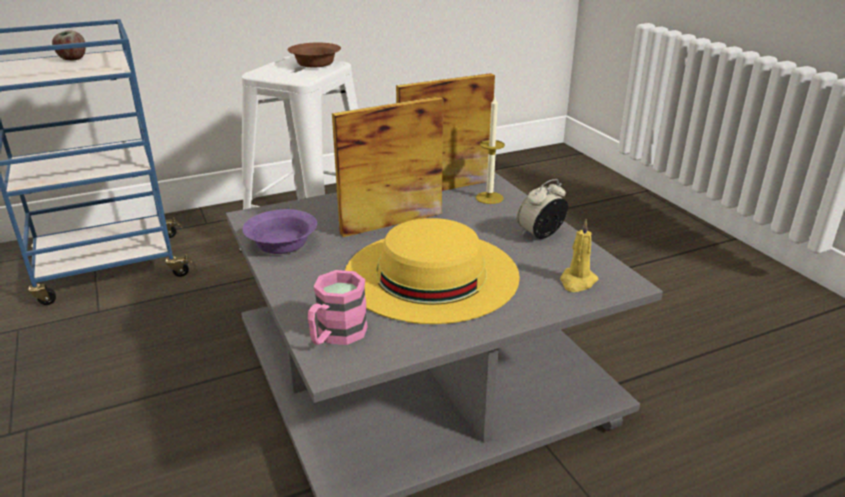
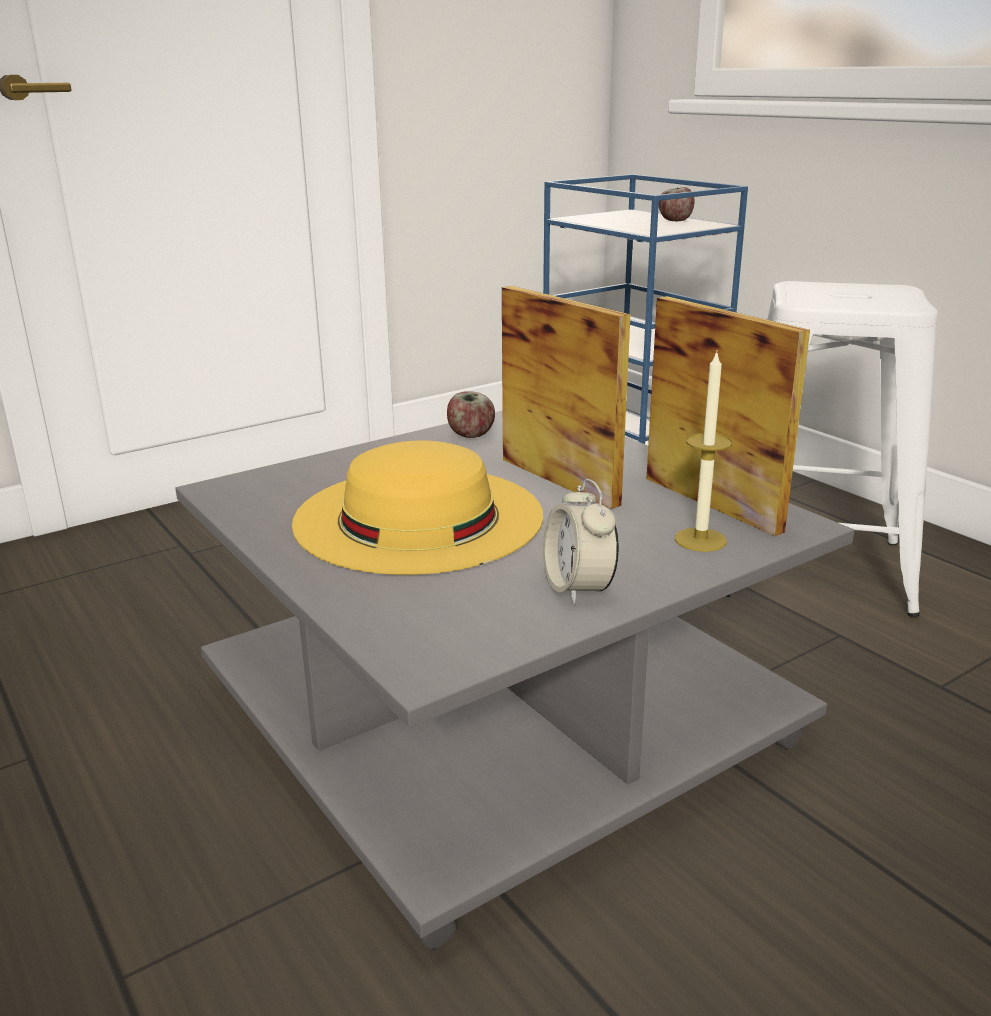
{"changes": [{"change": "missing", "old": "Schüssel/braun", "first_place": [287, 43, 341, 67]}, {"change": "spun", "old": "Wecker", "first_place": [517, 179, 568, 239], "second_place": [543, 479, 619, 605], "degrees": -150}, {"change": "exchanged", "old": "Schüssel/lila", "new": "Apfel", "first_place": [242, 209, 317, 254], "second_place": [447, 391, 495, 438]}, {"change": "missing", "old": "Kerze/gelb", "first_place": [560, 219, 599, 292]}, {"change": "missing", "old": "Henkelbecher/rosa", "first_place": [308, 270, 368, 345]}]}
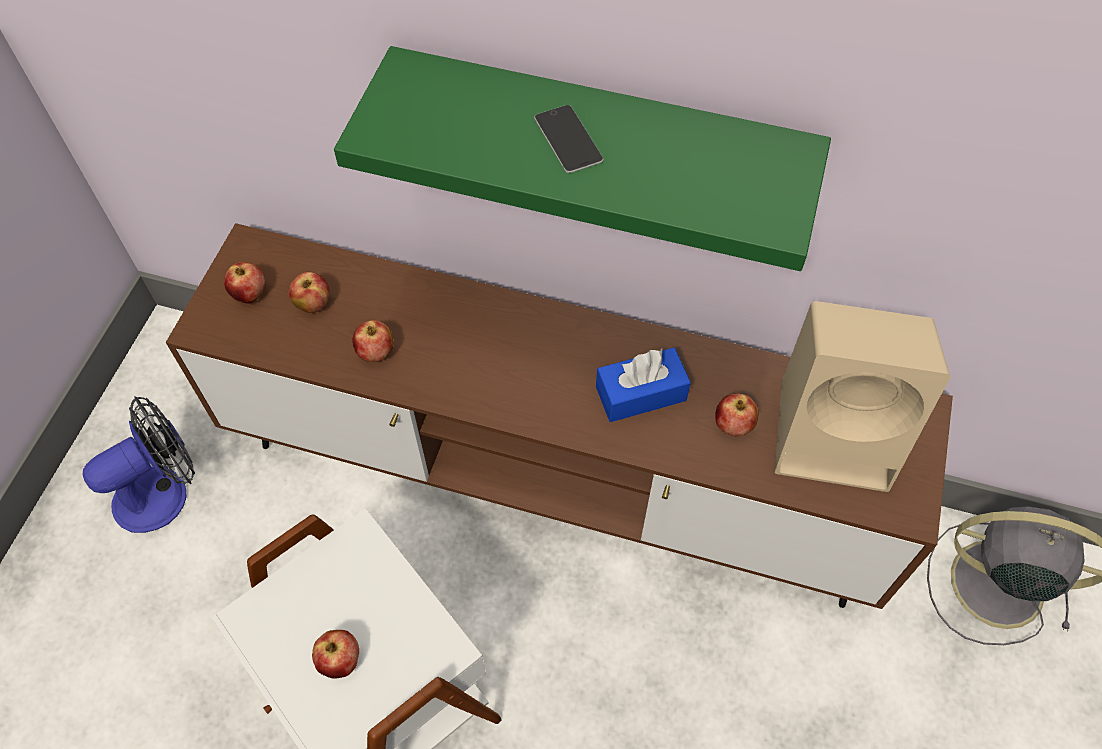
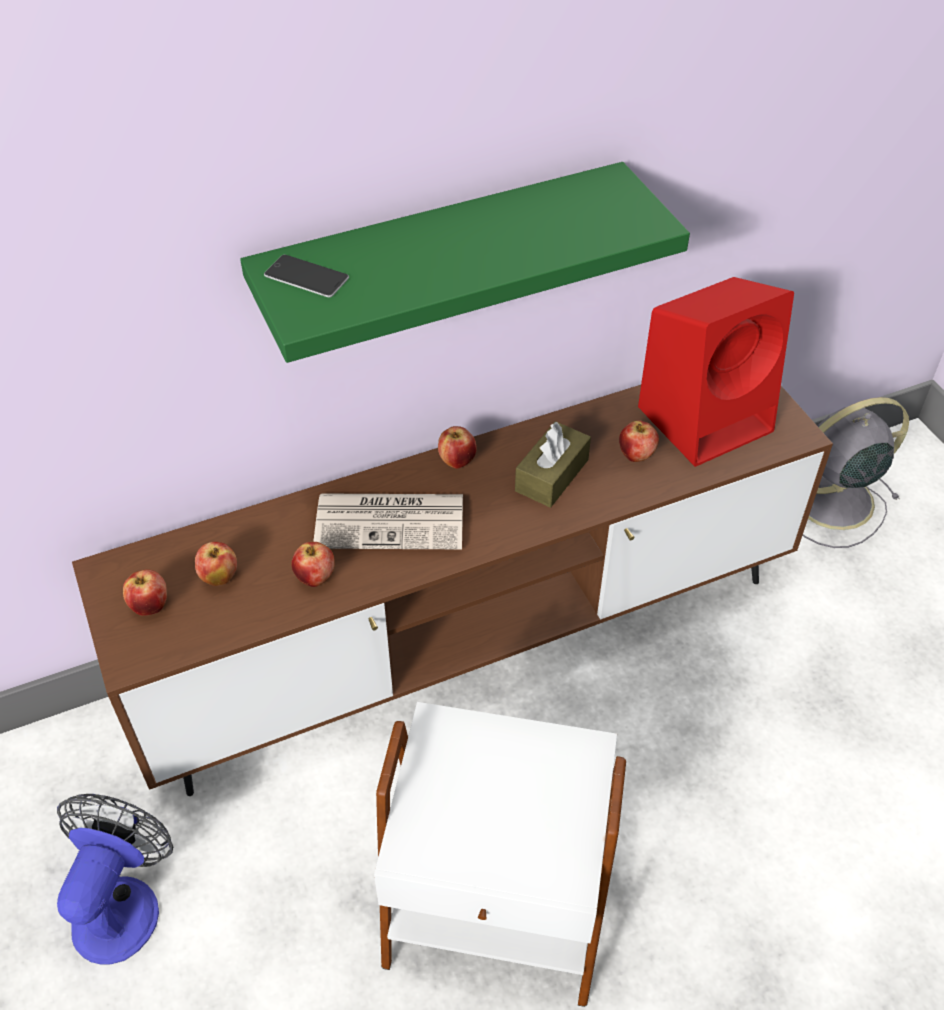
{"changes": [{"change": "relocated", "old": "Handy", "first_place": [534, 105, 604, 173], "second_place": [264, 255, 349, 297]}, {"change": "colour", "old": "Lautsprecher/beige", "new": "Lautsprecher/rot", "first_place": [775, 301, 950, 492], "second_place": [638, 277, 794, 467]}, {"change": "colour", "old": "Taschentuchbox/blau", "new": "Taschentuchbox/braun", "first_place": [596, 347, 691, 422], "second_place": [515, 421, 591, 508]}, {"change": "relocated", "old": "Apfel", "first_place": [312, 630, 359, 679], "second_place": [438, 426, 476, 469]}, {"change": "appeared", "new": "Zeitung", "second_place": [313, 494, 463, 549]}]}
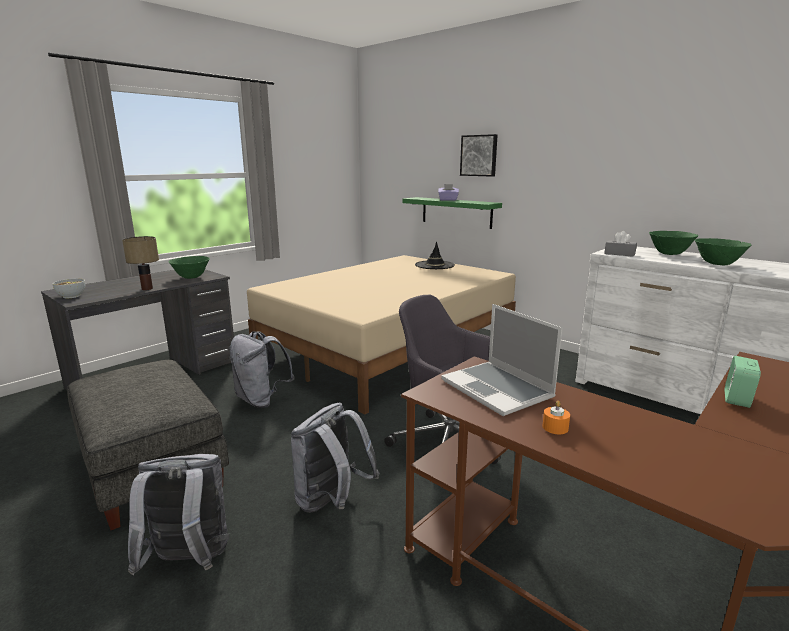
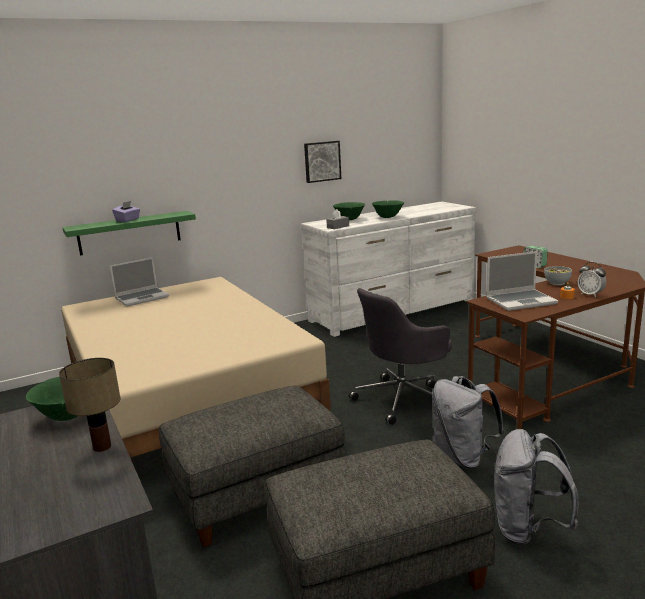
{"changes": [{"change": "relocated", "old": "Bild", "first_place": [460, 134, 498, 177], "second_place": [304, 141, 341, 183]}, {"change": "exchanged", "old": "Hut/schwarz", "new": "Laptop", "first_place": [415, 241, 455, 269], "second_place": [110, 257, 169, 307]}, {"change": "relocated", "old": "Schüssel", "first_place": [53, 279, 85, 298], "second_place": [544, 266, 572, 285]}, {"change": "exchanged", "old": "Rucksack/grau", "new": "Polsterhocker/grau", "first_place": [229, 331, 294, 408], "second_place": [159, 386, 347, 547]}, {"change": "appeared", "new": "Wecker", "second_place": [578, 262, 606, 297]}]}
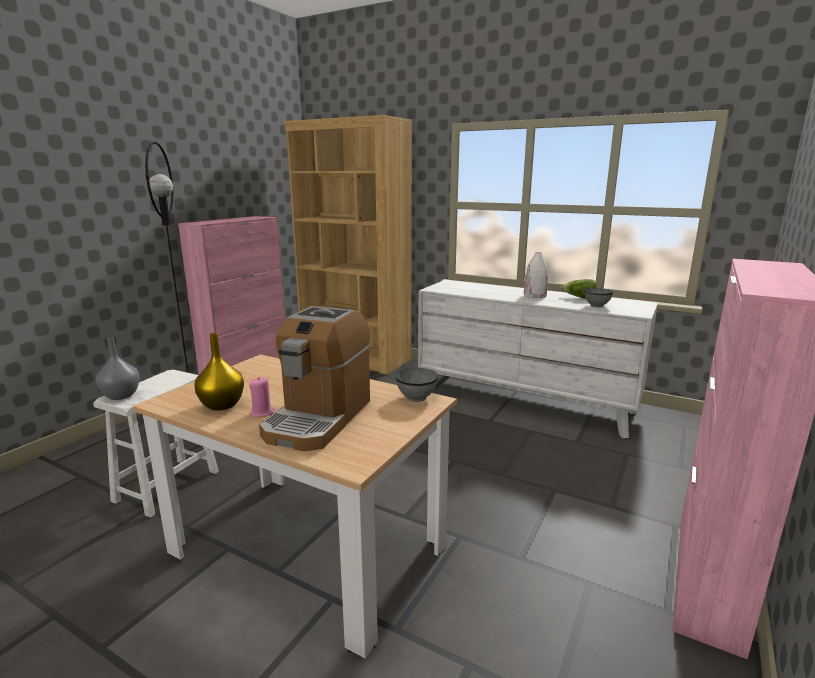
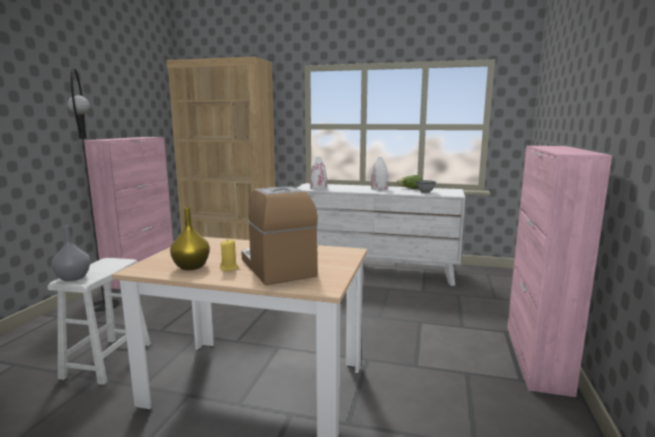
{"changes": [{"change": "spun", "old": "Kaffeemaschine", "first_place": [259, 306, 370, 452], "second_place": [241, 186, 318, 285], "degrees": 150}, {"change": "missing", "old": "Schüssel/grau", "first_place": [396, 368, 438, 402]}, {"change": "colour", "old": "Kerze/rosa", "new": "Kerze/gelb", "first_place": [249, 377, 275, 417], "second_place": [220, 239, 239, 271]}, {"change": "appeared", "new": "Vase/weiß", "second_place": [310, 157, 327, 190]}]}
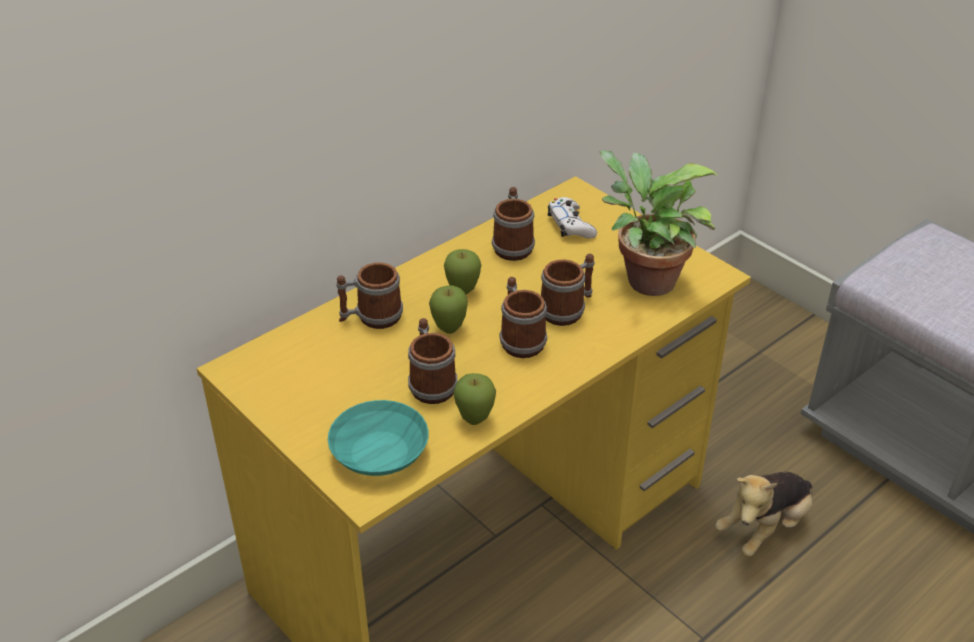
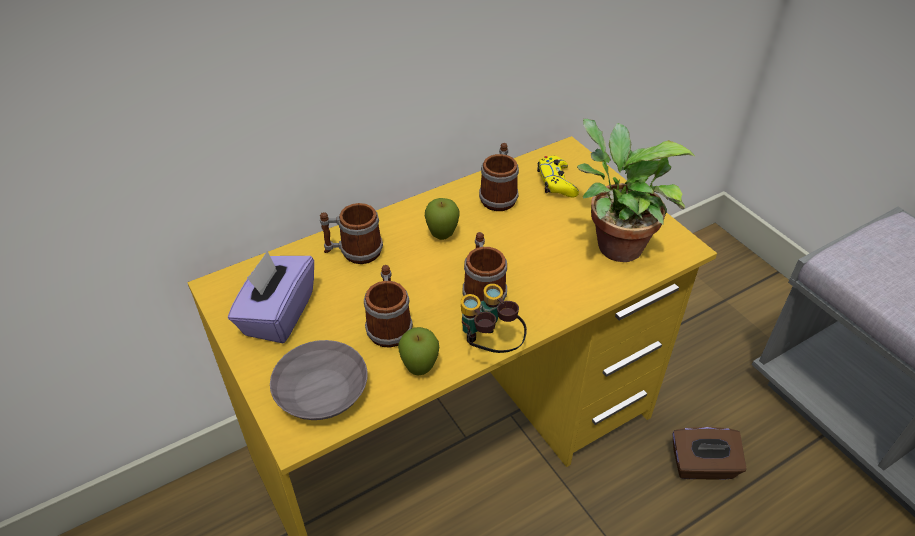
{"changes": [{"change": "colour", "old": "Gamepad/weiß", "new": "Gamepad/gelb", "first_place": [548, 197, 597, 239], "second_place": [537, 156, 579, 197]}, {"change": "missing", "old": "Henkelbecher", "first_place": [541, 254, 595, 326]}, {"change": "missing", "old": "Apfel", "first_place": [429, 285, 468, 334]}, {"change": "colour", "old": "Schüssel/türkis", "new": "Schüssel/grau", "first_place": [328, 400, 429, 476], "second_place": [270, 340, 368, 420]}, {"change": "exchanged", "old": "Plüschtier", "new": "Taschentuchbox/braun", "first_place": [716, 472, 813, 557], "second_place": [673, 427, 747, 480]}, {"change": "appeared", "new": "Taschentuchbox/lila", "second_place": [228, 251, 314, 343]}, {"change": "appeared", "new": "Fernglas", "second_place": [461, 284, 527, 353]}]}
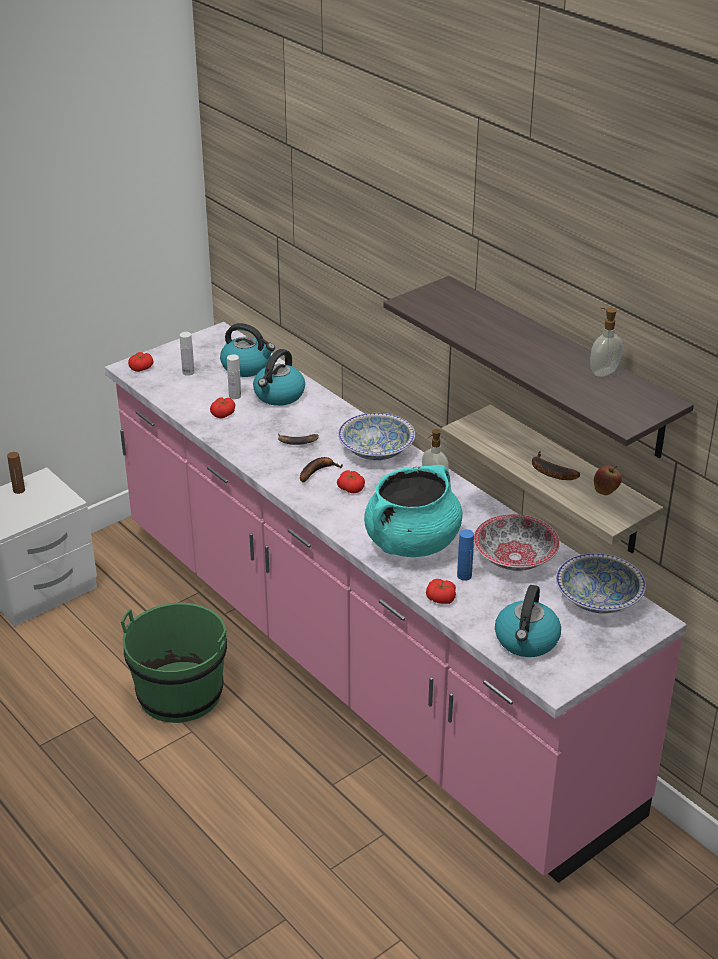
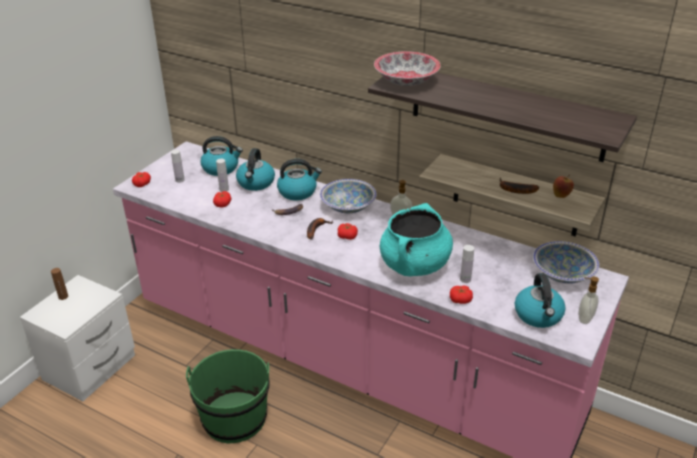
{"changes": [{"change": "relocated", "old": "Seifenspender", "first_place": [590, 307, 623, 377], "second_place": [578, 277, 599, 324]}, {"change": "relocated", "old": "Schüssel", "first_place": [474, 514, 560, 571], "second_place": [374, 51, 441, 86]}, {"change": "colour", "old": "Flasche/blau", "new": "Flasche/weiß", "first_place": [457, 529, 474, 581], "second_place": [460, 245, 474, 283]}, {"change": "appeared", "new": "Wasserkessel", "second_place": [277, 159, 322, 200]}]}
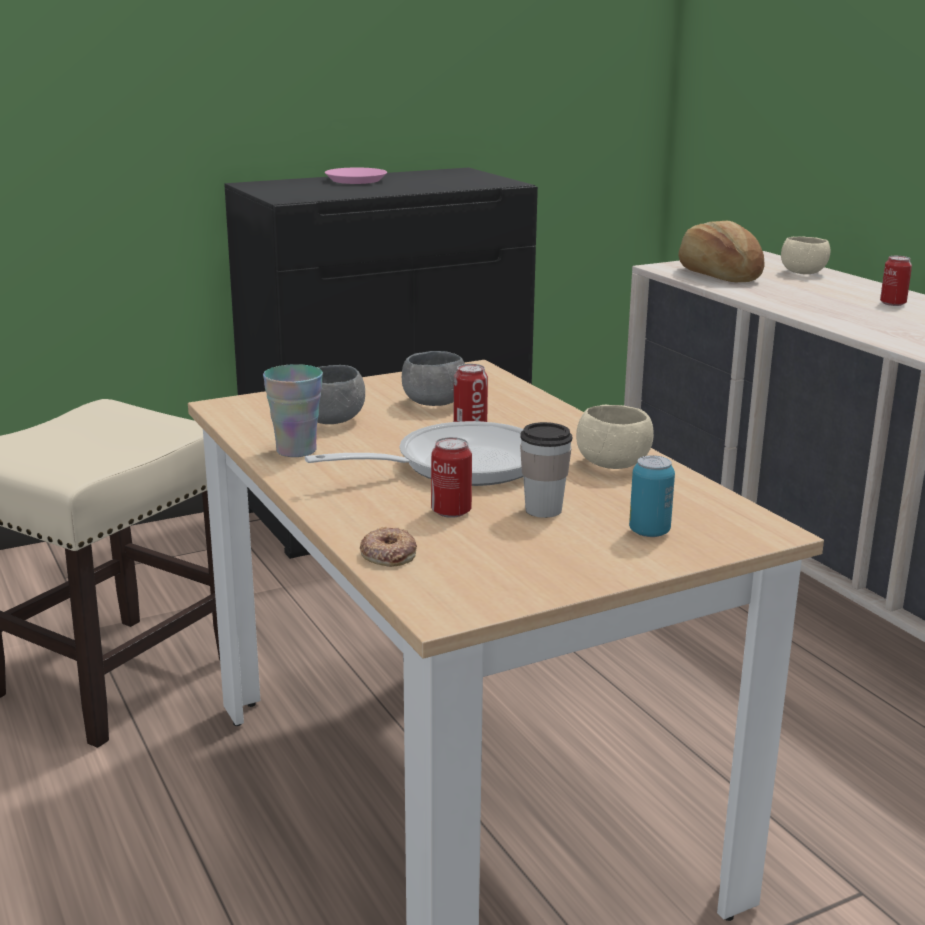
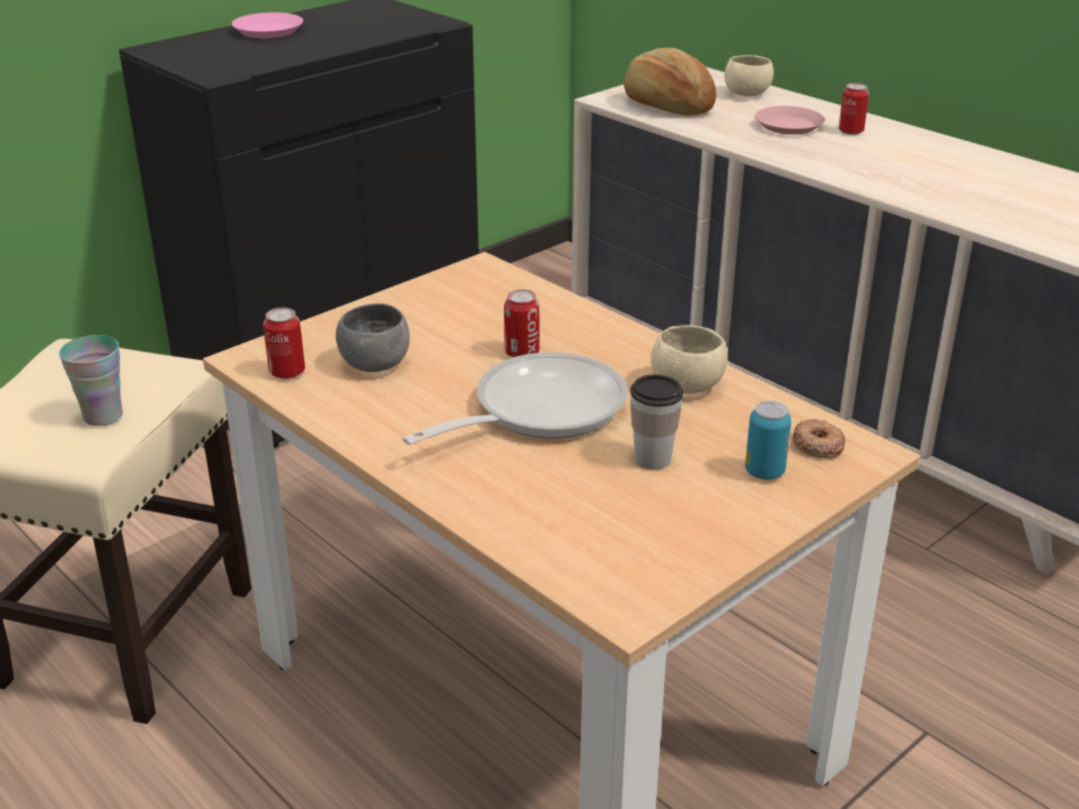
{"changes": [{"change": "missing", "old": "Schüssel/grau", "first_place": [402, 351, 465, 406]}, {"change": "relocated", "old": "Tasse", "first_place": [263, 364, 323, 457], "second_place": [59, 335, 123, 426]}, {"change": "relocated", "old": "Dose", "first_place": [431, 437, 472, 518], "second_place": [263, 307, 305, 379]}, {"change": "relocated", "old": "Donut", "first_place": [360, 527, 417, 567], "second_place": [792, 419, 845, 459]}, {"change": "appeared", "new": "Teller/rosa", "second_place": [755, 106, 825, 135]}]}
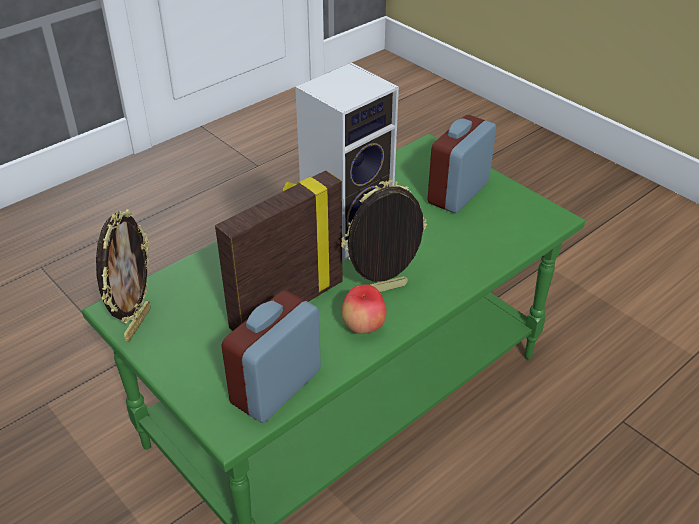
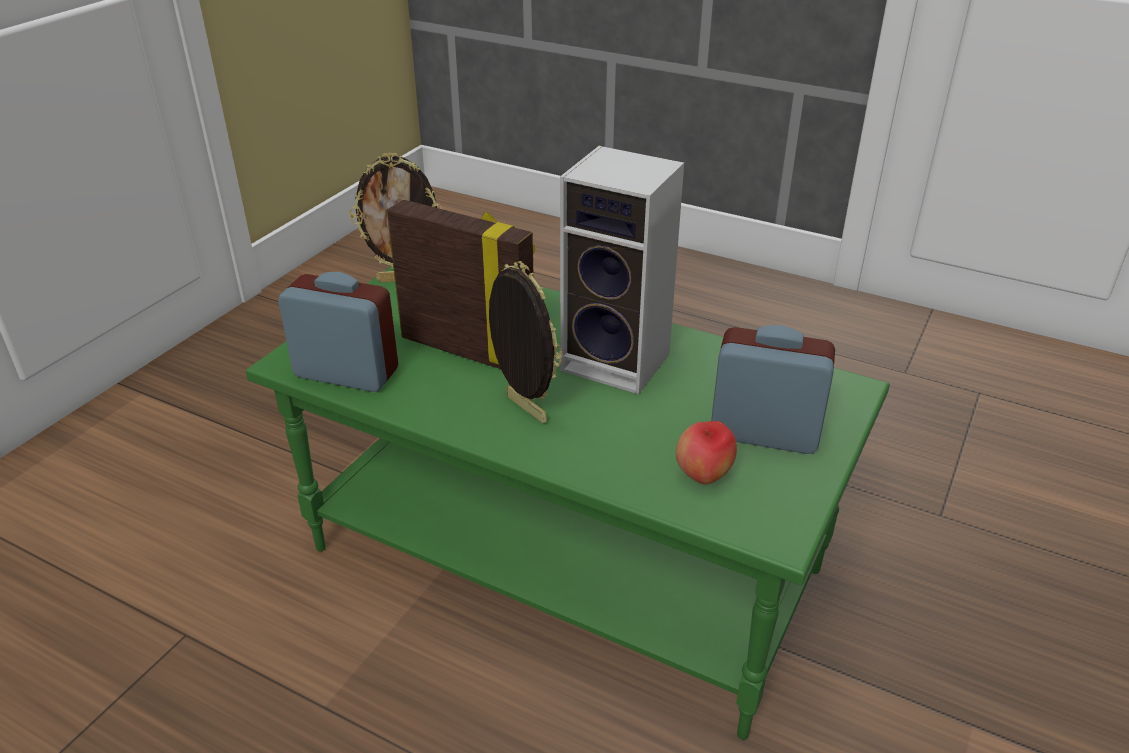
{"changes": [{"change": "relocated", "old": "Apfel", "first_place": [341, 284, 386, 334], "second_place": [676, 421, 737, 485]}]}
